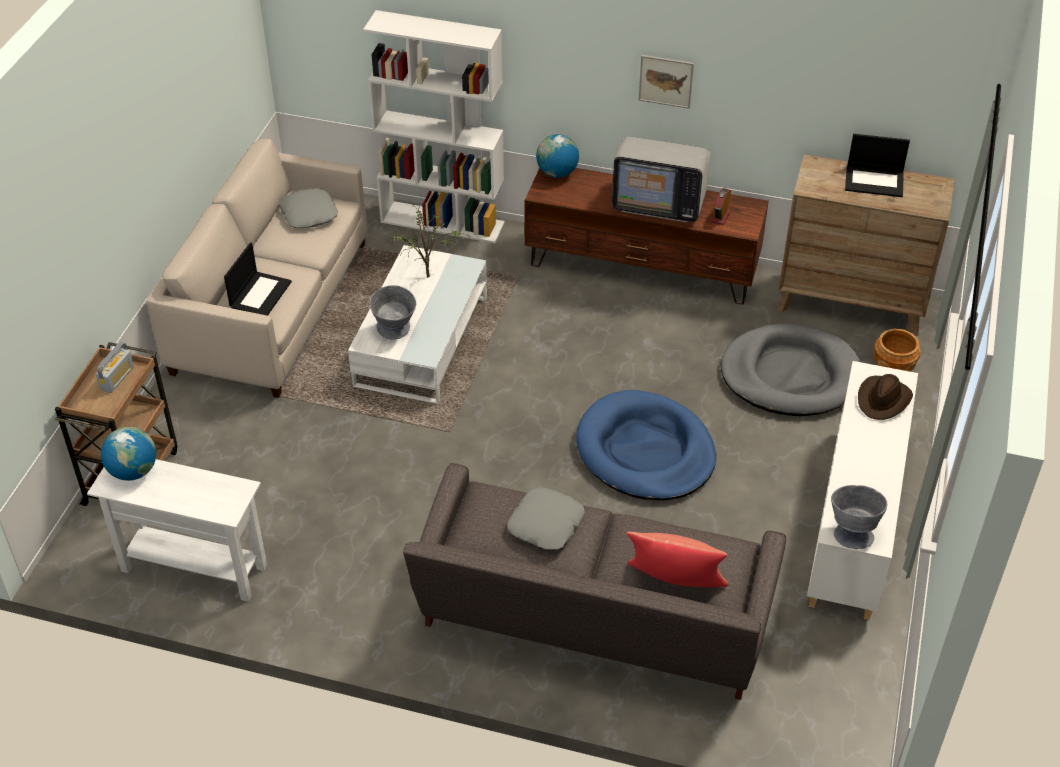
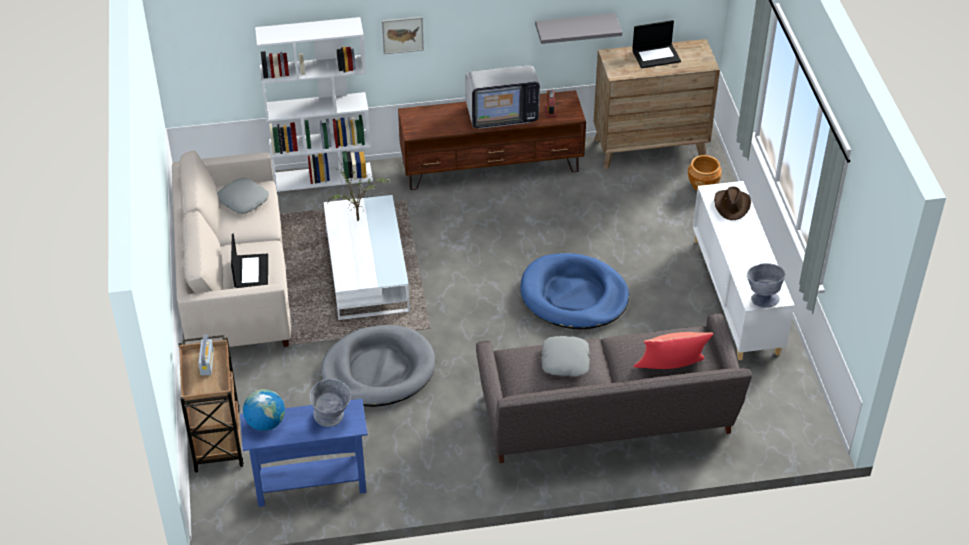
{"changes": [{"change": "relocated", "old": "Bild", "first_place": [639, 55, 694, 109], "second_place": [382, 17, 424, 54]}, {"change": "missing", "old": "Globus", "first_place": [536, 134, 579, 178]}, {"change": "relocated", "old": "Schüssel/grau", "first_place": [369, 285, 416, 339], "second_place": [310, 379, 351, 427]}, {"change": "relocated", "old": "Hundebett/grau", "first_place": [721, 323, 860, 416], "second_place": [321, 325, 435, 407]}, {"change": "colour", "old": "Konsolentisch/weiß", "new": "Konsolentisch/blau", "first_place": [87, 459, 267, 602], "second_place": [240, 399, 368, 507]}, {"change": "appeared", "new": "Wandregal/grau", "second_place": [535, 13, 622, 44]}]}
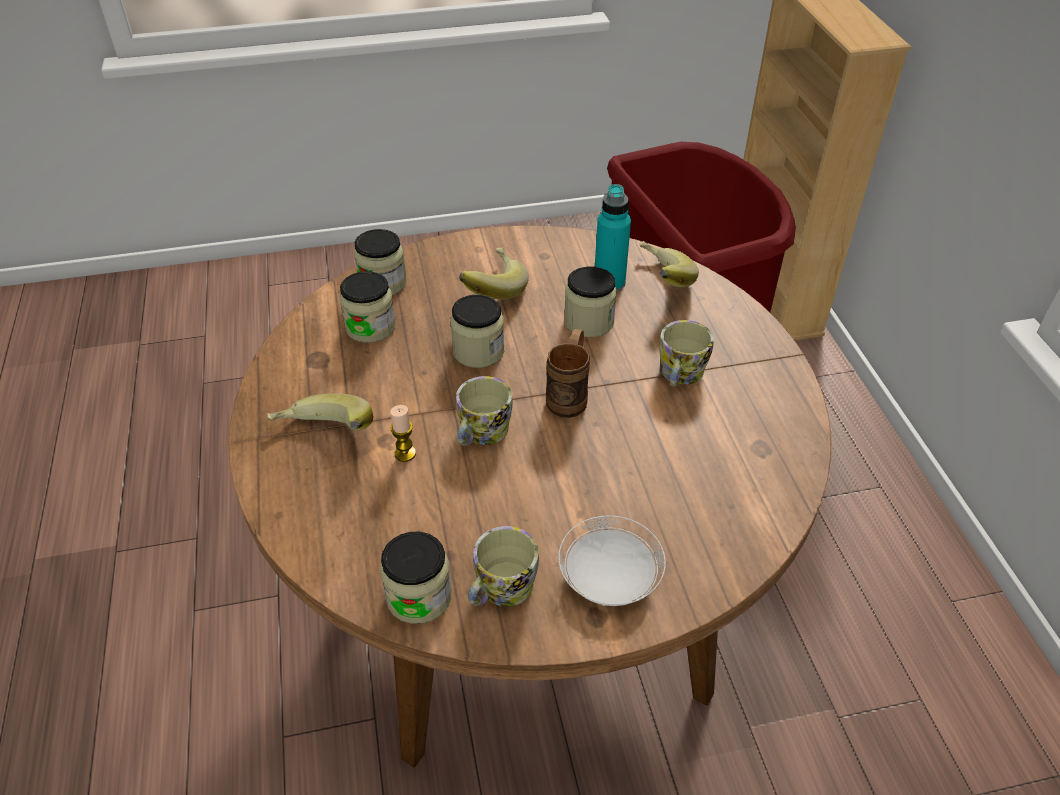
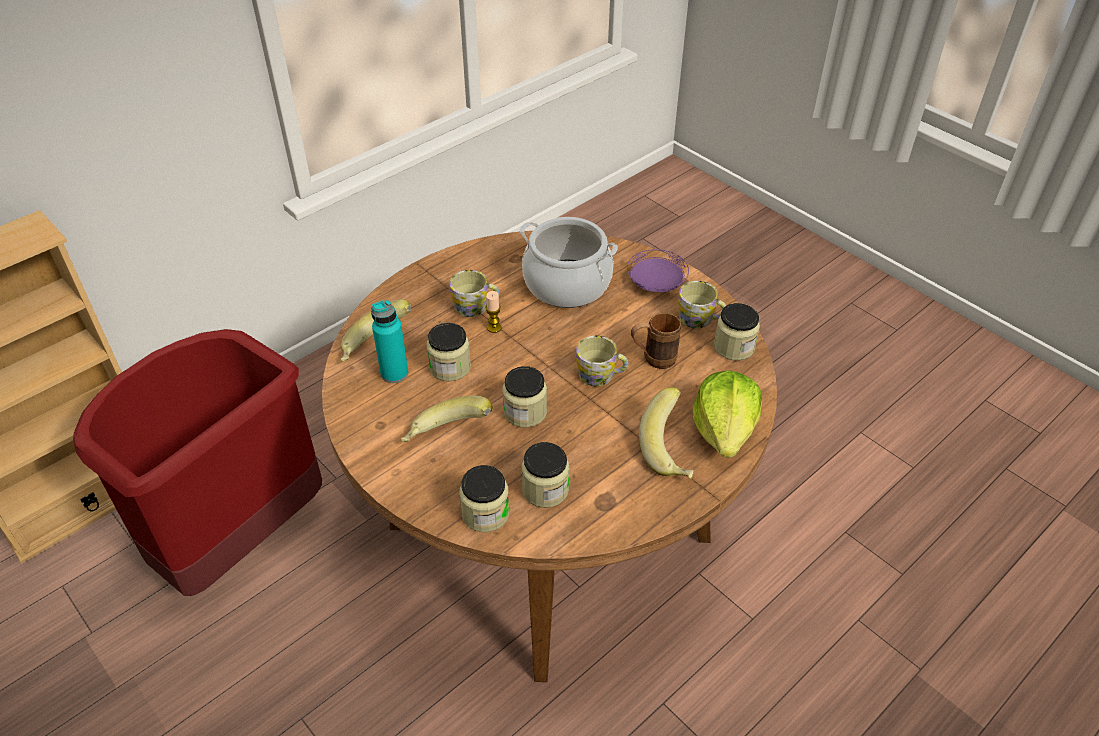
{"changes": [{"change": "relocated", "old": "Henkelbecher/braun", "first_place": [546, 329, 590, 418], "second_place": [631, 313, 681, 369]}, {"change": "relocated", "old": "Kerze", "first_place": [390, 405, 416, 462], "second_place": [486, 291, 502, 333]}, {"change": "colour", "old": "Teller/weiß", "new": "Teller/lila", "first_place": [558, 516, 666, 606], "second_place": [627, 249, 689, 292]}, {"change": "appeared", "new": "Kochtopf", "second_place": [520, 217, 618, 308]}, {"change": "appeared", "new": "Salatkopf", "second_place": [693, 370, 762, 458]}]}
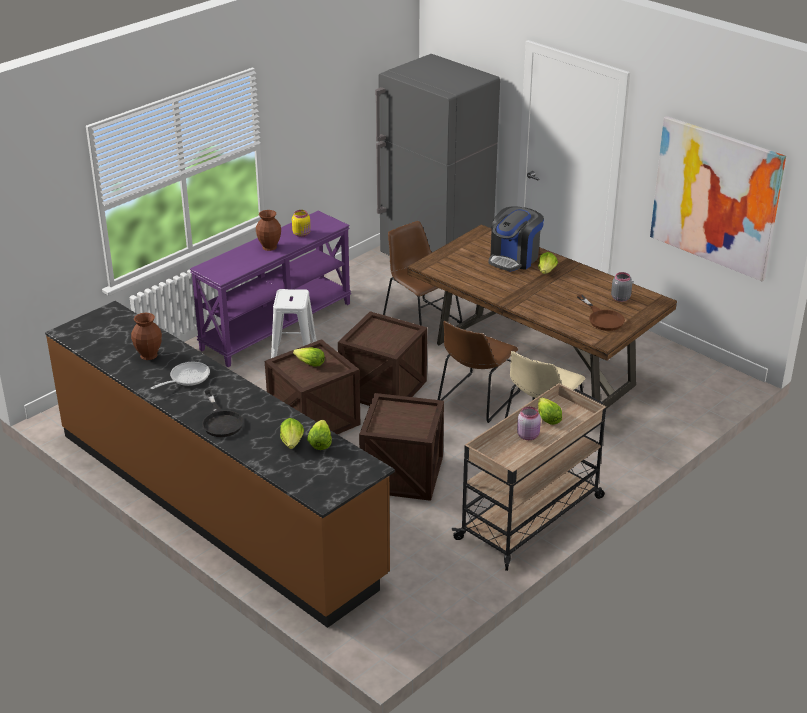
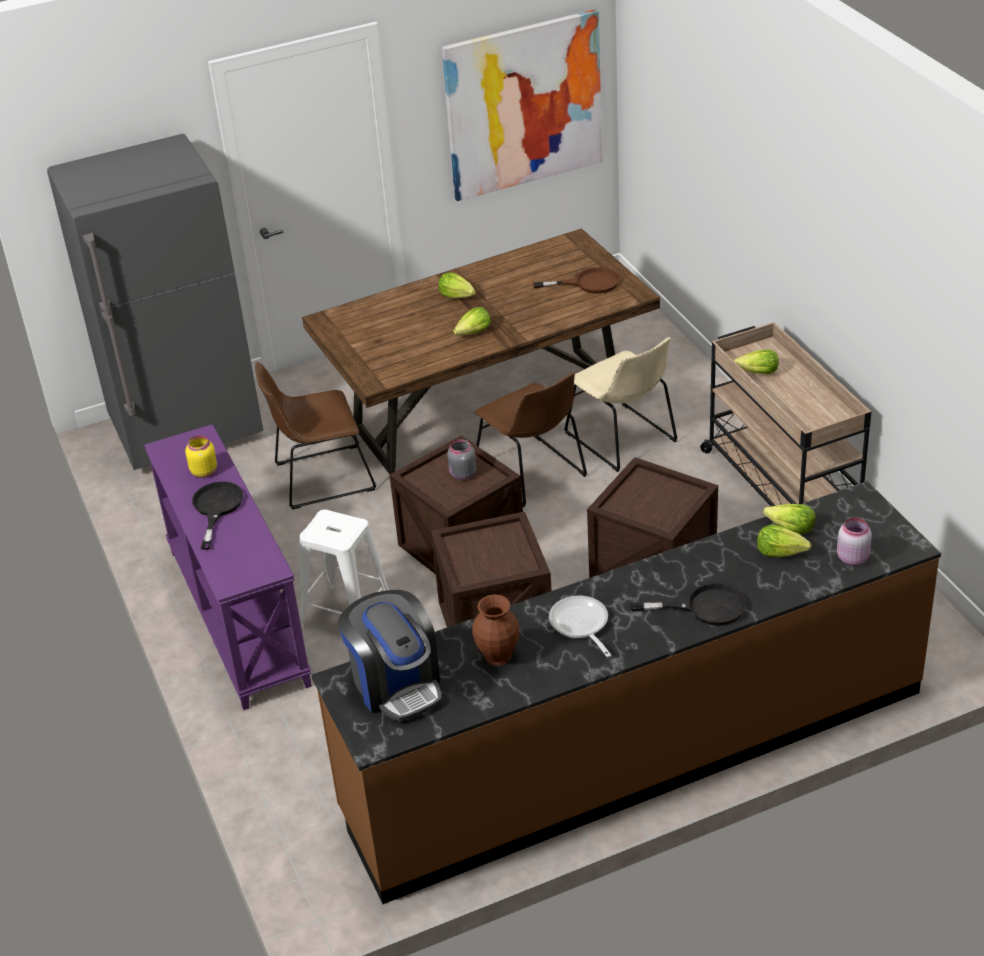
{"changes": [{"change": "relocated", "old": "Kaffeemaschine", "first_place": [488, 206, 544, 272], "second_place": [338, 590, 442, 722]}, {"change": "exchanged", "old": "Vase/braun", "new": "Pfanne/schwarz", "first_place": [256, 210, 281, 251], "second_place": [192, 481, 243, 550]}, {"change": "relocated", "old": "Vorratsglas/grau", "first_place": [611, 272, 632, 302], "second_place": [447, 439, 476, 480]}, {"change": "relocated", "old": "Salatkopf", "first_place": [293, 347, 325, 367], "second_place": [453, 307, 491, 335]}, {"change": "relocated", "old": "Vorratsglas/rosa", "first_place": [517, 407, 541, 440], "second_place": [837, 518, 872, 566]}]}
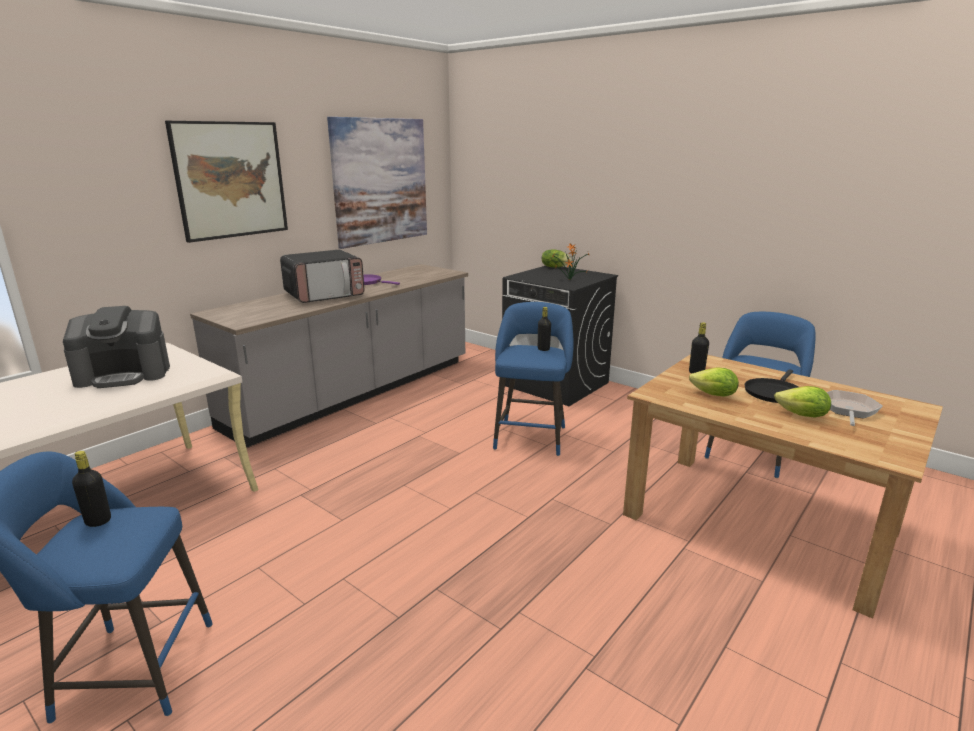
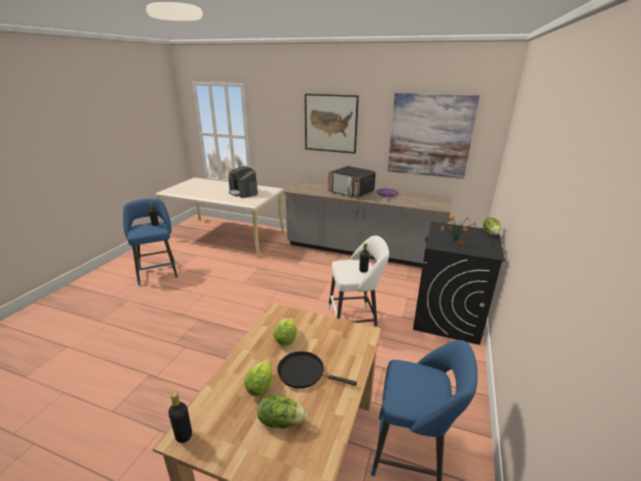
{"changes": [{"change": "colour", "old": "Hocker/blau", "new": "Hocker/weiß", "first_place": [493, 302, 574, 456], "second_place": [328, 236, 389, 328]}, {"change": "relocated", "old": "Flasche/schwarz", "first_place": [689, 322, 709, 373], "second_place": [168, 392, 192, 443]}, {"change": "exchanged", "old": "Pfanne", "new": "Salatkopf", "first_place": [827, 390, 883, 426], "second_place": [257, 395, 308, 428]}]}
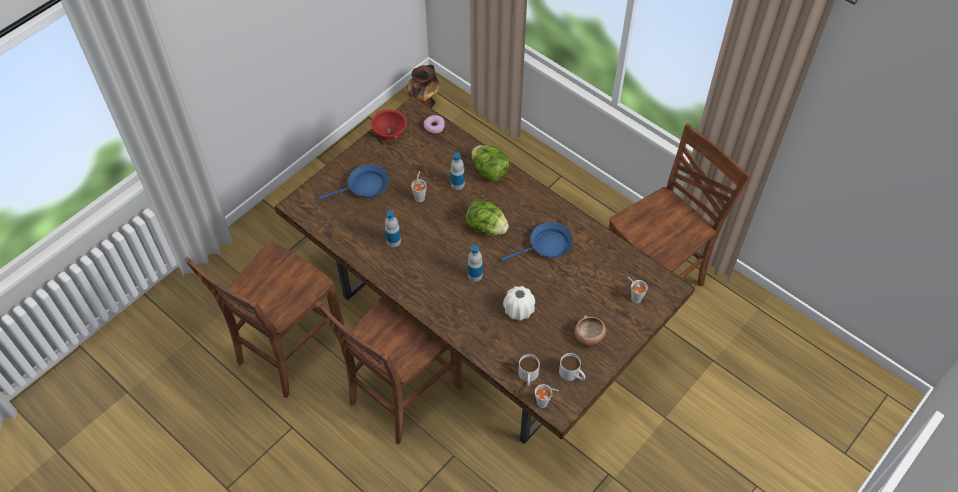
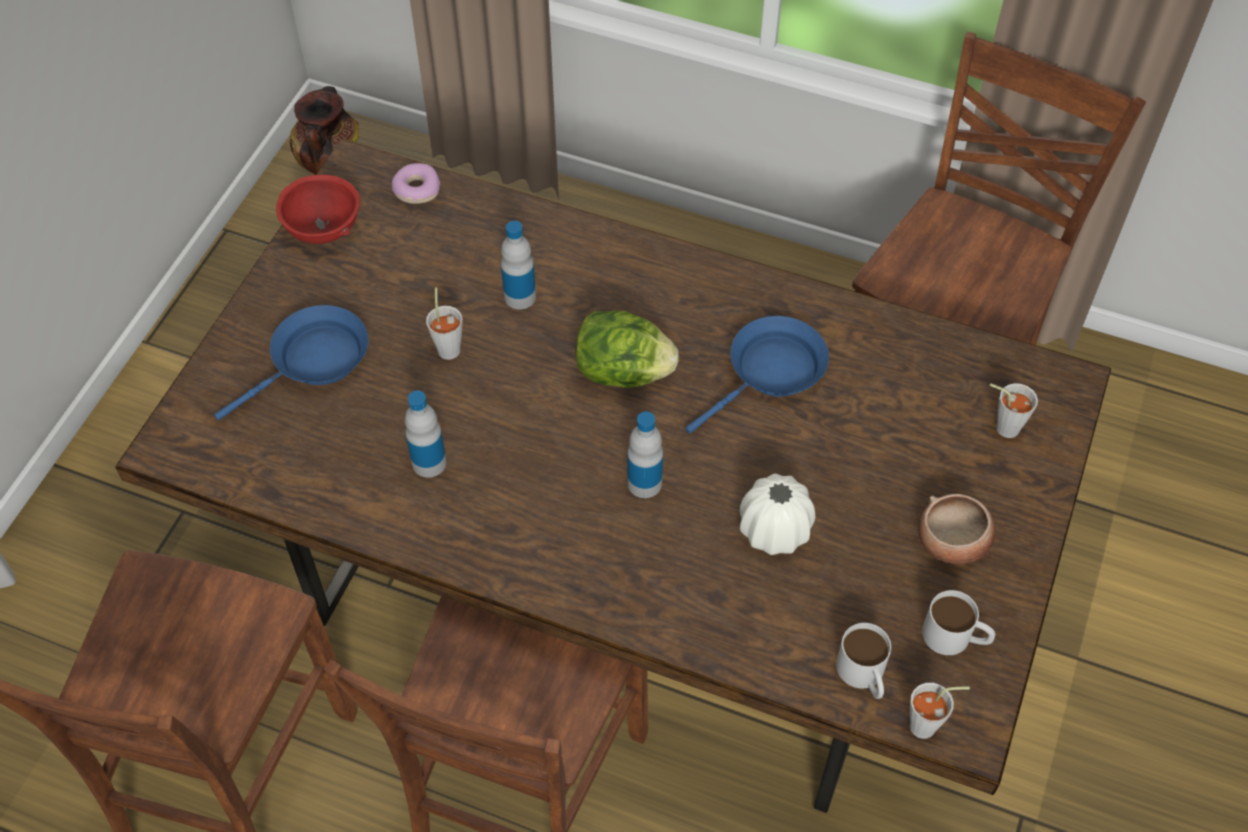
{"changes": [{"change": "missing", "old": "Salatkopf", "first_place": [471, 145, 510, 181]}]}
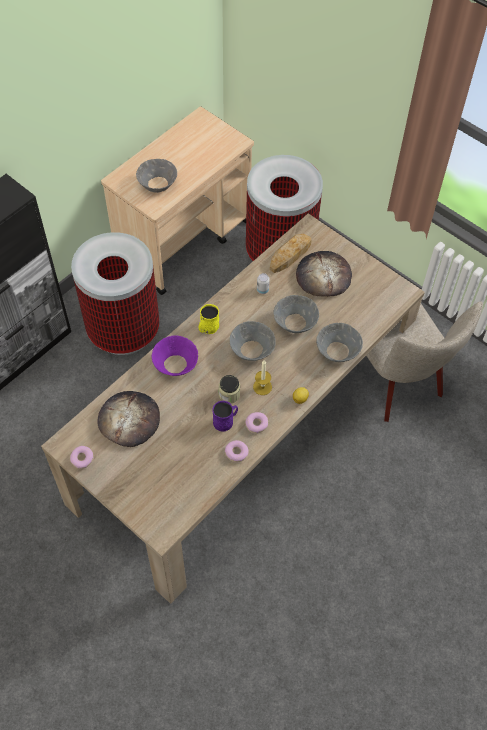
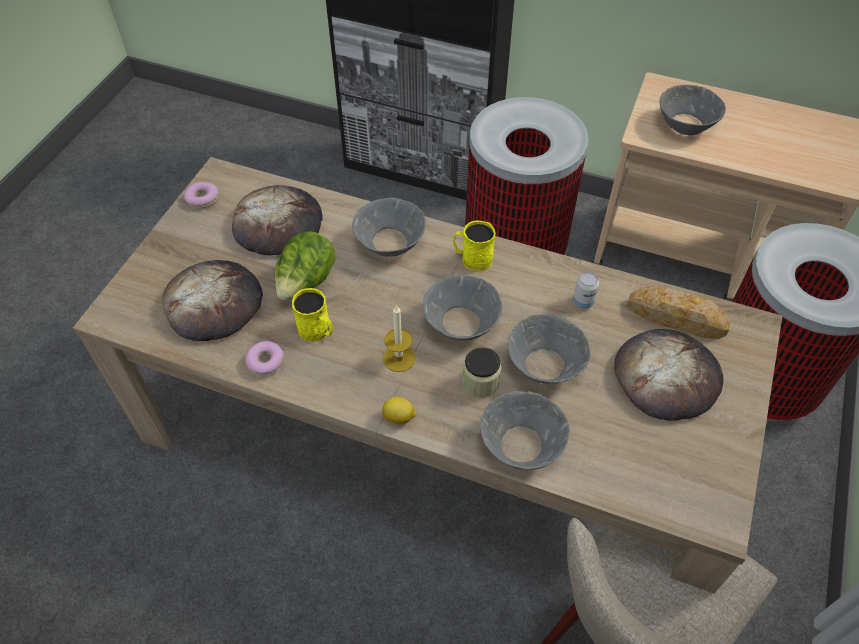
{"changes": [{"change": "colour", "old": "Schüssel/lila", "new": "Schüssel/grau", "first_place": [151, 335, 198, 376], "second_place": [352, 198, 426, 257]}, {"change": "relocated", "old": "Vorratsglas", "first_place": [219, 375, 240, 404], "second_place": [462, 347, 501, 398]}, {"change": "colour", "old": "Henkelbecher/lila", "new": "Henkelbecher/gelb", "first_place": [213, 401, 238, 432], "second_place": [292, 288, 333, 342]}, {"change": "missing", "old": "Donut", "first_place": [245, 412, 268, 434]}, {"change": "appeared", "new": "Salatkopf", "second_place": [275, 232, 335, 300]}, {"change": "appeared", "new": "Brot", "second_place": [162, 260, 263, 341]}]}
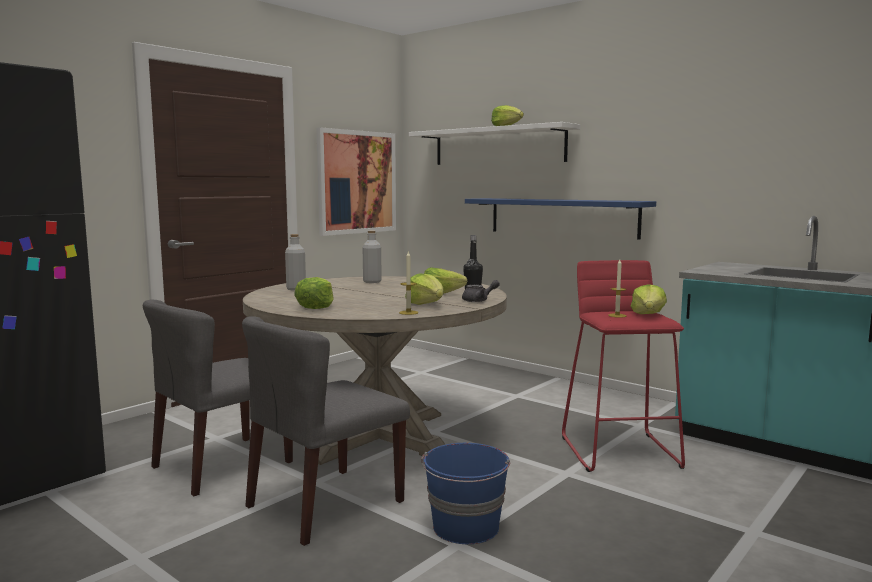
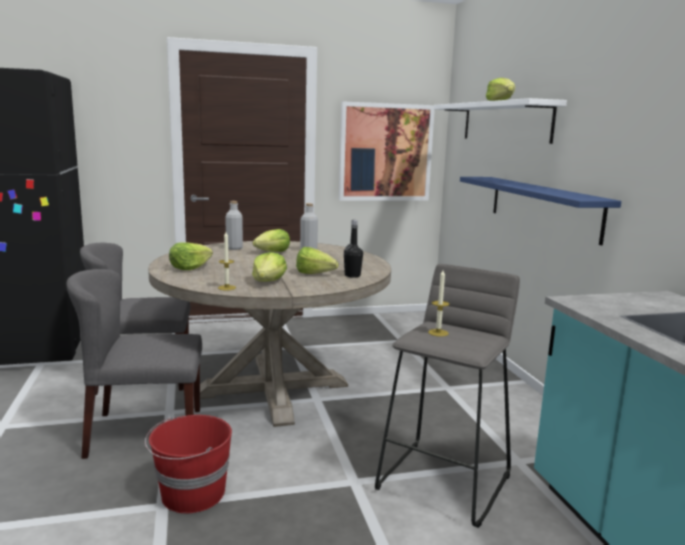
{"changes": [{"change": "colour", "old": "Hocker/rot", "new": "Hocker/grau", "first_place": [562, 260, 685, 472], "second_place": [375, 264, 520, 528]}, {"change": "missing", "old": "Teekanne/grau", "first_place": [462, 280, 500, 302]}, {"change": "relocated", "old": "Salatkopf", "first_place": [631, 284, 667, 314], "second_place": [253, 229, 290, 252]}, {"change": "colour", "old": "Eimer/blau", "new": "Eimer/rot", "first_place": [421, 443, 510, 544], "second_place": [145, 415, 232, 513]}]}
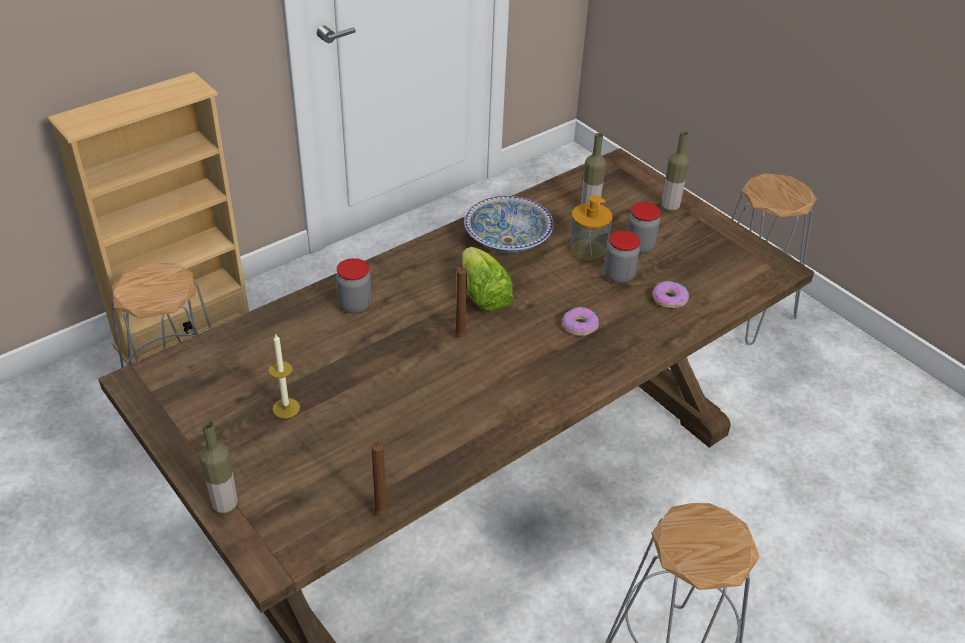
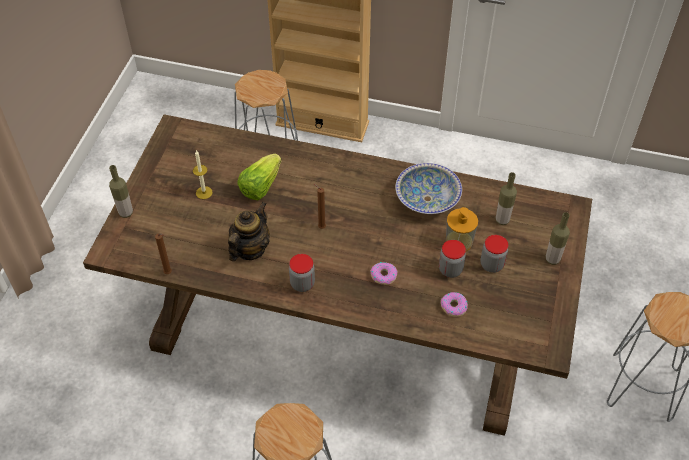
{"changes": [{"change": "relocated", "old": "Salatkopf", "first_place": [462, 247, 513, 312], "second_place": [237, 154, 281, 200]}, {"change": "relocated", "old": "Vorratsglas", "first_place": [336, 258, 372, 314], "second_place": [289, 254, 315, 292]}, {"change": "appeared", "new": "Teekanne", "second_place": [228, 202, 270, 261]}]}
